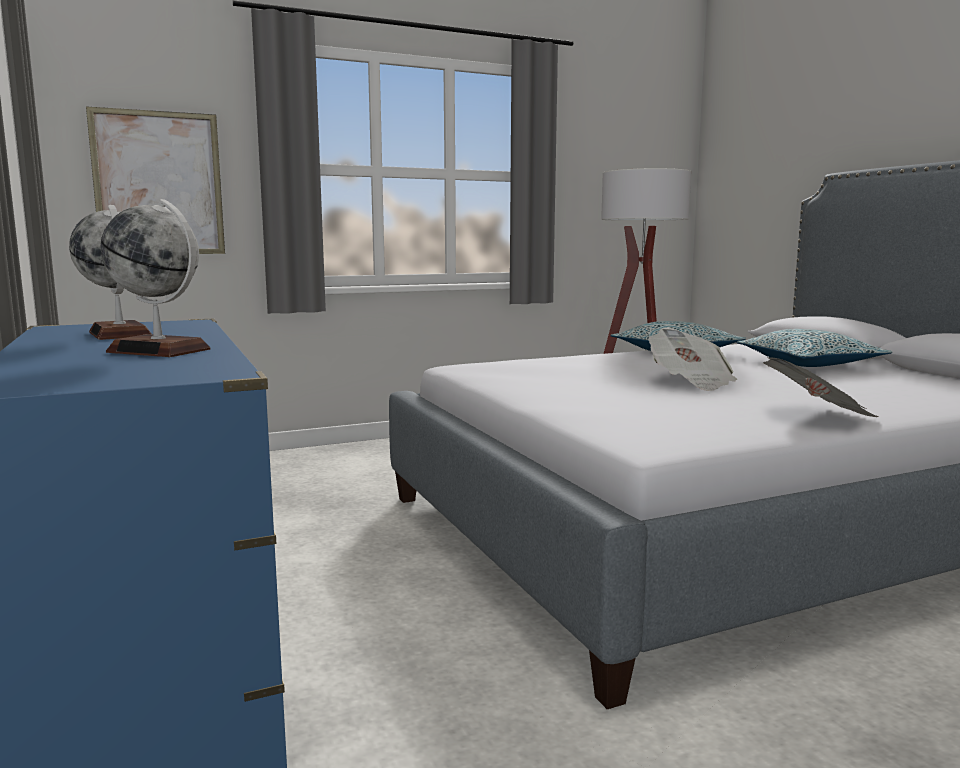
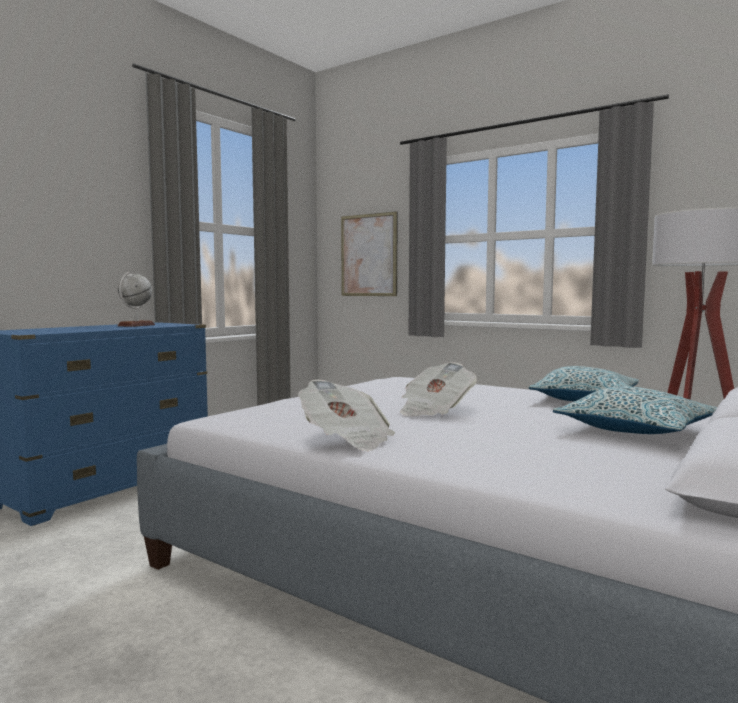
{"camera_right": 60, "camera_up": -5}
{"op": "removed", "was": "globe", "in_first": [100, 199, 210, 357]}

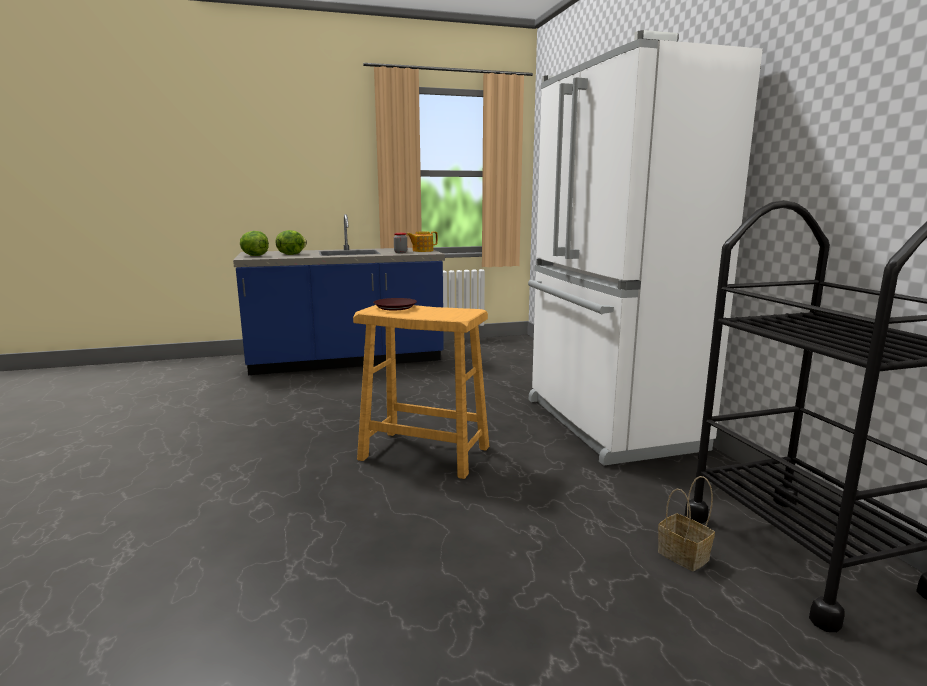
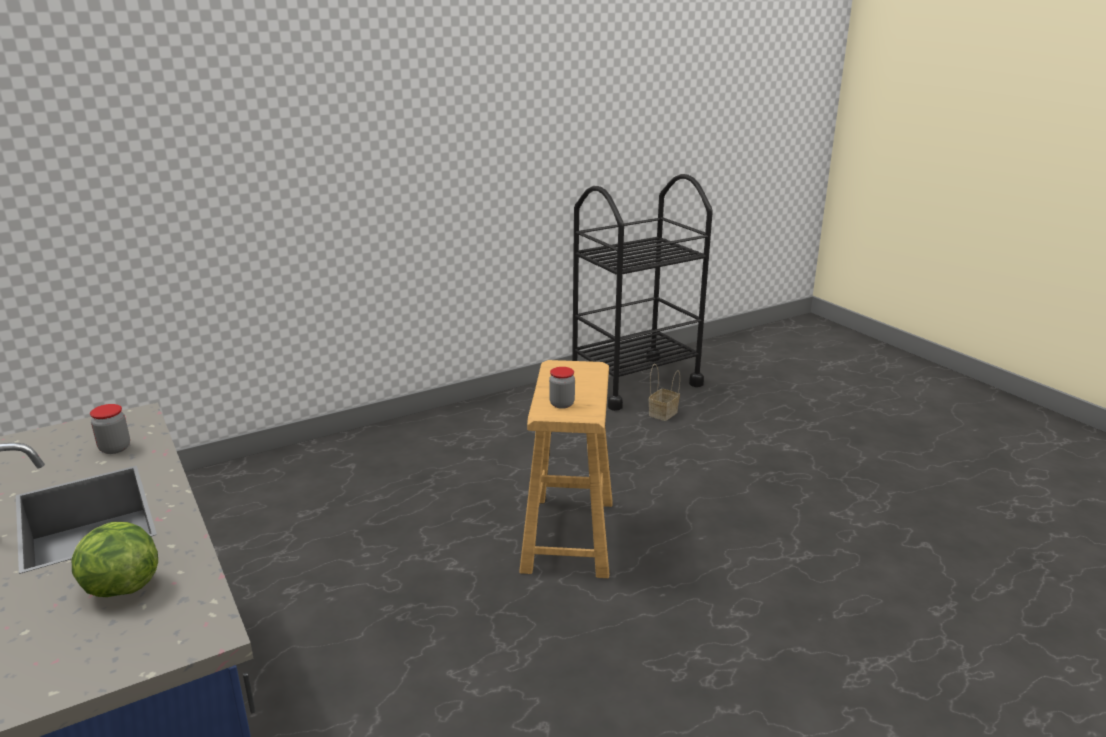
{"camera_right": -105, "camera_up": 10}
{"op": "removed", "was": "lettuce", "in_first": [240, 231, 269, 256]}
{"op": "removed", "was": "teapot", "in_first": [407, 231, 438, 252]}
{"op": "removed", "was": "fridge (white)", "in_first": [528, 30, 763, 466]}
{"op": "replaced", "was": "plate (brown)", "now": "jar", "in_first": [373, 298, 417, 310], "in_second": [549, 367, 575, 409]}

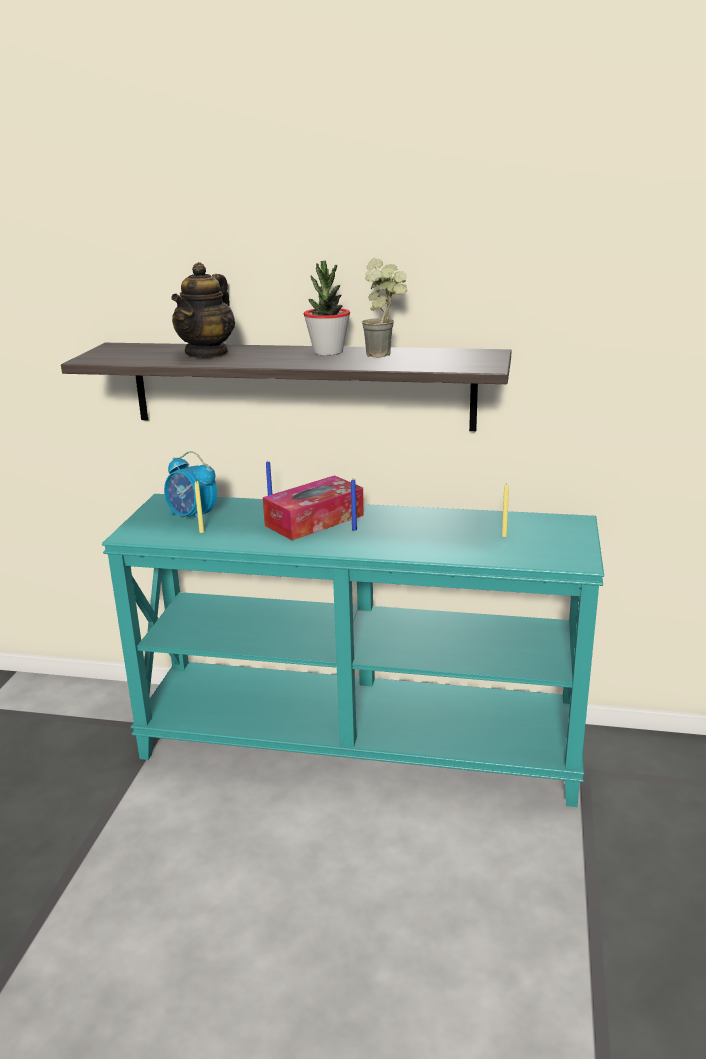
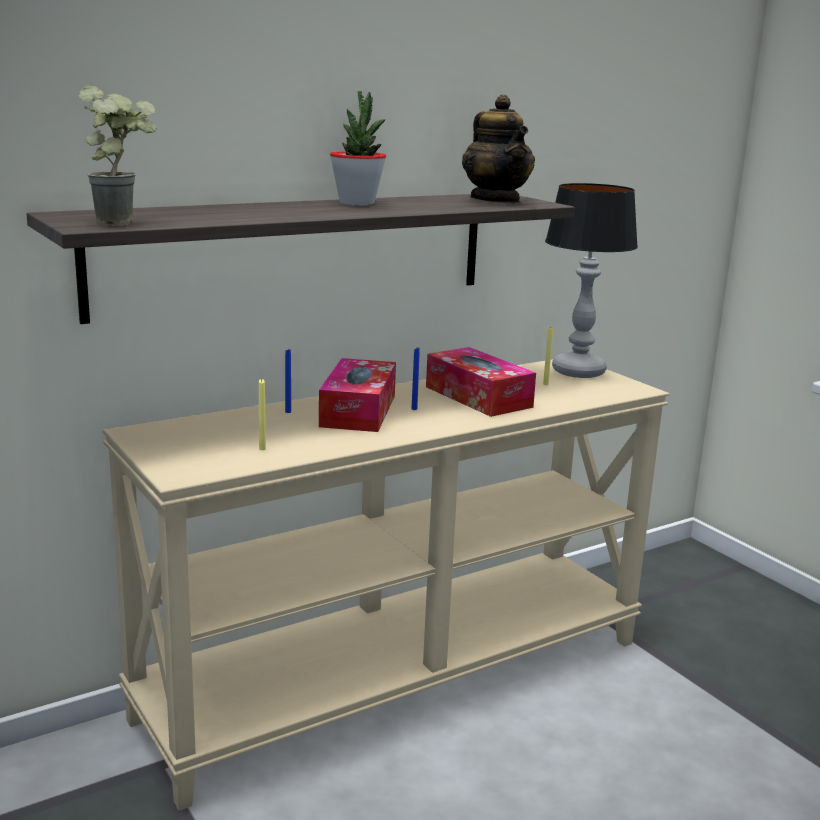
{"camera_right": -45, "camera_up": -5}
{"op": "removed", "was": "alarm clock", "in_first": [164, 451, 217, 520]}
{"op": "added", "now": "tissue box", "in_second": [426, 347, 536, 417]}
{"op": "added", "now": "table lamp", "in_second": [545, 183, 638, 378]}
{"op": "moved", "was": "teapot", "in_first": [171, 262, 235, 358], "in_second": [462, 95, 535, 203]}
{"op": "moved", "was": "potted plant", "in_first": [362, 258, 407, 358], "in_second": [79, 85, 157, 226]}
{"op": "recoloured", "was": "console table (turquoise)", "now": "console table (beige)", "in_first": [102, 494, 604, 807], "in_second": [102, 359, 669, 811]}

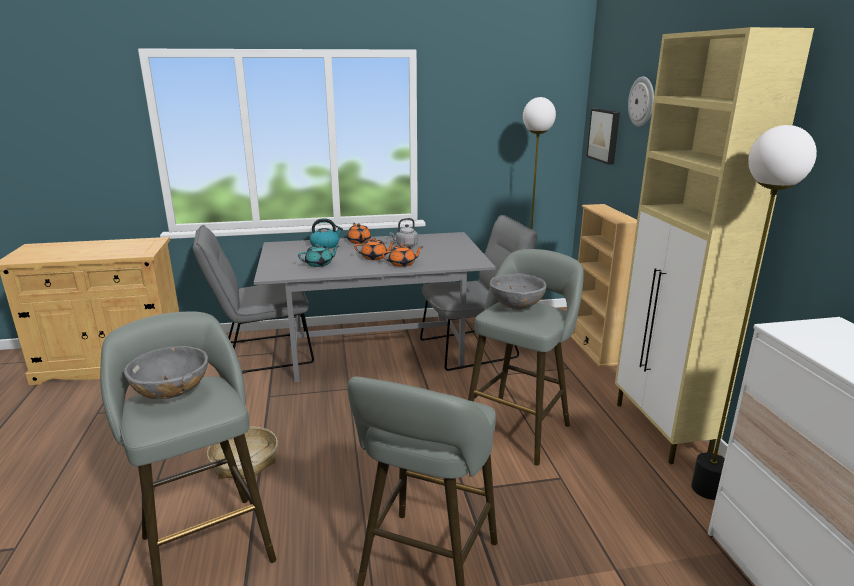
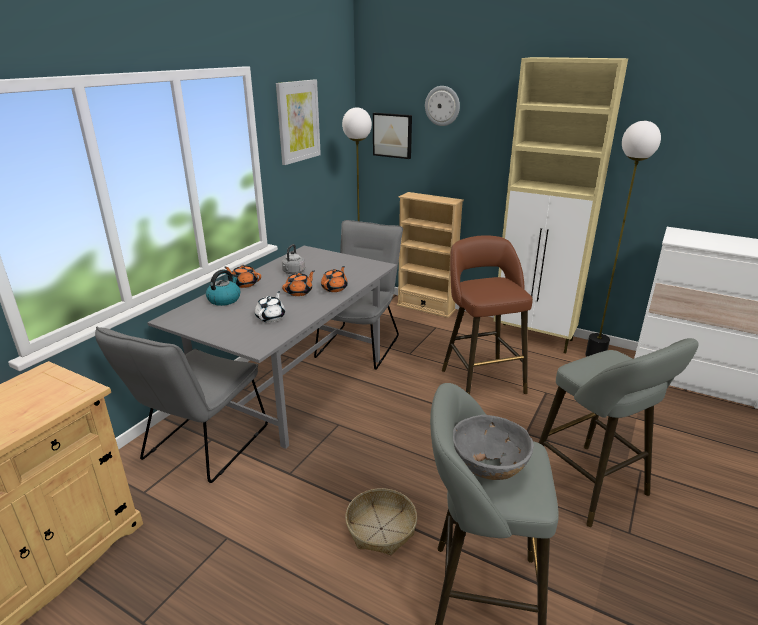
{"camera_right": -50, "camera_up": 5}
{"op": "removed", "was": "bowl (grey)", "in_first": [490, 273, 546, 310]}
{"op": "added", "now": "picture", "in_second": [276, 80, 321, 165]}
{"op": "recoloured", "was": "teapot (turquoise)", "now": "teapot (white)", "in_first": [298, 244, 339, 267], "in_second": [255, 291, 285, 322]}
{"op": "recoloured", "was": "stool (grey)", "now": "stool (brown)", "in_first": [468, 249, 584, 465], "in_second": [442, 235, 533, 395]}

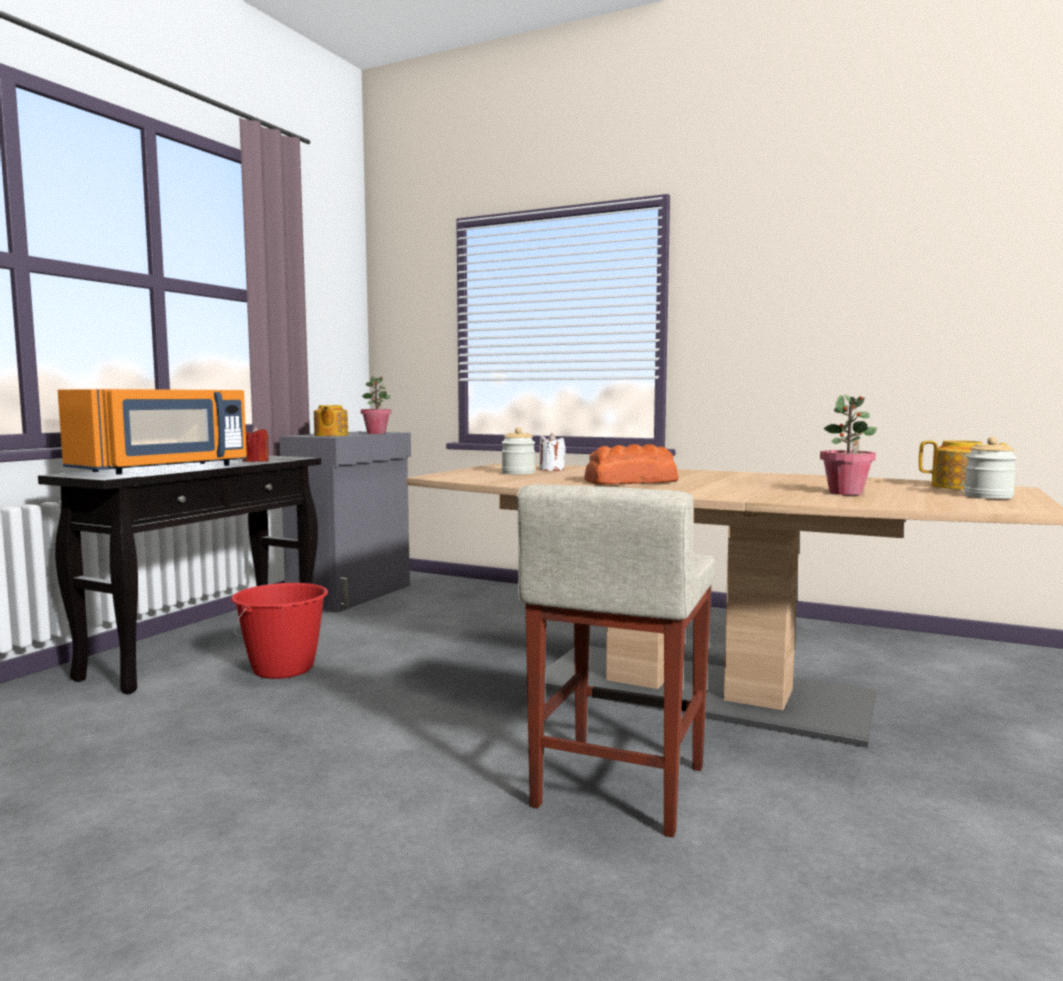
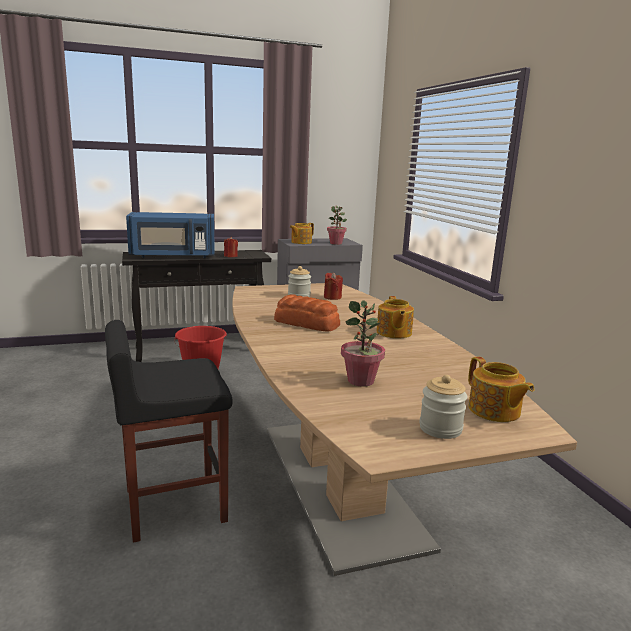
{"camera_right": 45, "camera_up": 10}
{"op": "added", "now": "teapot", "in_second": [377, 296, 414, 338]}
{"op": "recoloured", "was": "microwave (orange)", "now": "microwave (blue)", "in_first": [58, 389, 247, 475], "in_second": [126, 212, 215, 258]}
{"op": "recoloured", "was": "stool (beige)", "now": "stool (black)", "in_first": [517, 484, 716, 838], "in_second": [105, 320, 233, 543]}
{"op": "recoloured", "was": "candle (white)", "now": "candle (red)", "in_first": [539, 433, 566, 471], "in_second": [324, 272, 343, 300]}

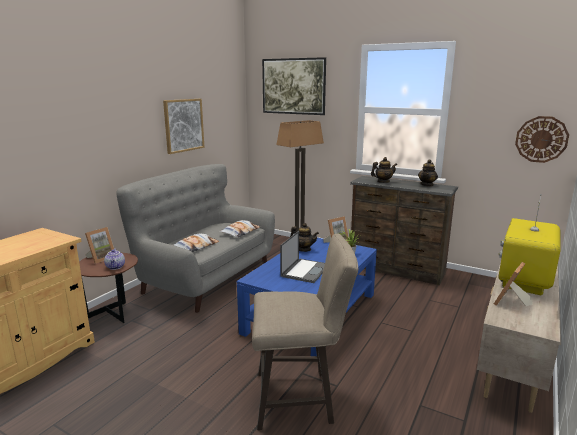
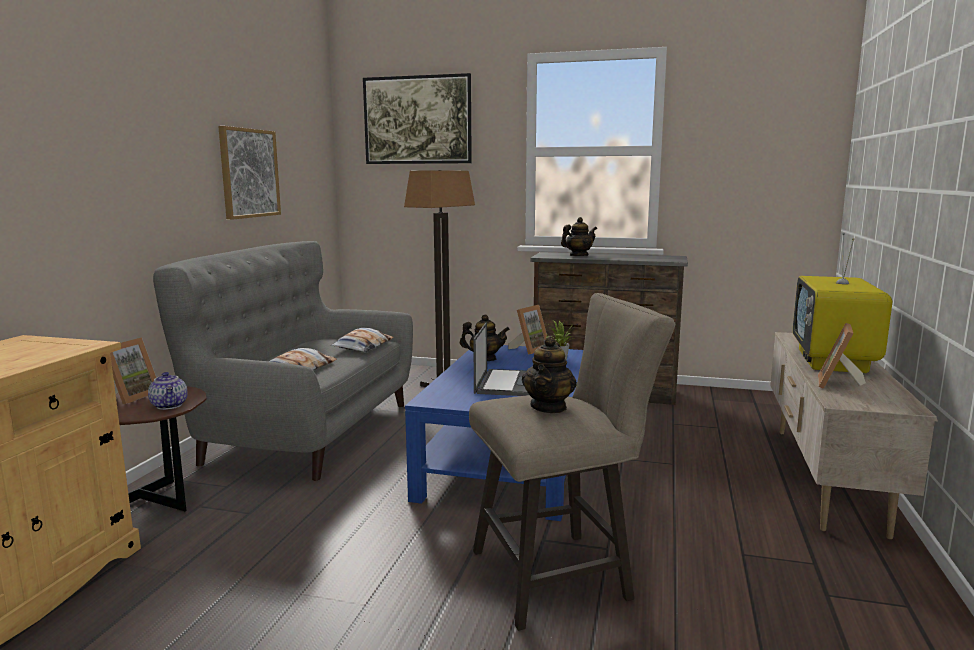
{"camera_right": -15, "camera_up": -5}
{"op": "removed", "was": "wall clock", "in_first": [515, 116, 569, 163]}
{"op": "moved", "was": "teapot", "in_first": [418, 159, 438, 187], "in_second": [522, 336, 577, 413]}

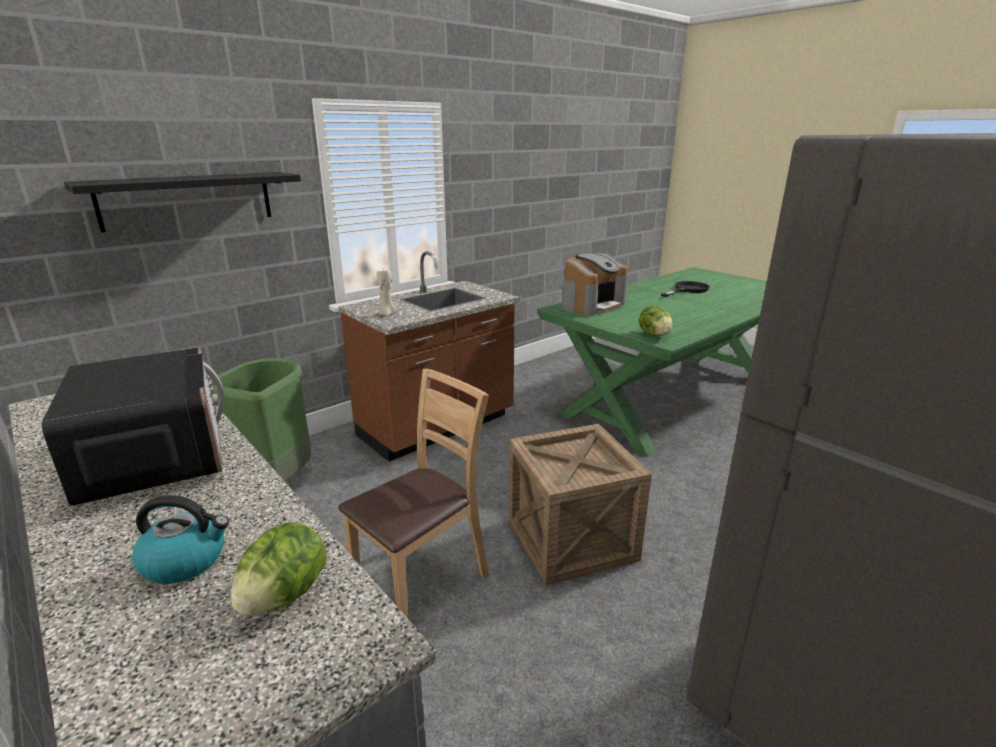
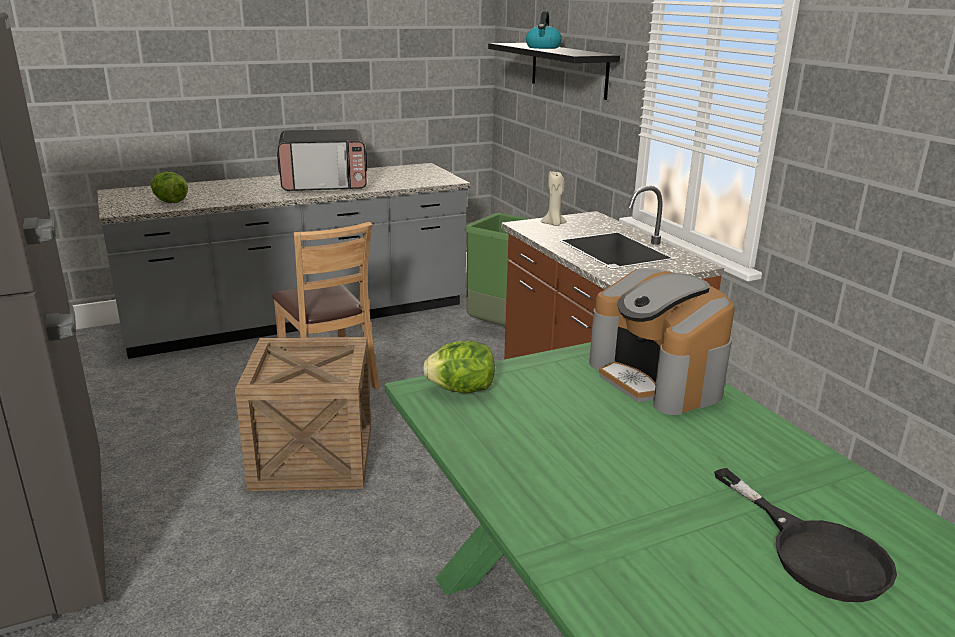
{"camera_right": 105, "camera_up": 0}
{"op": "moved", "was": "kettle", "in_first": [132, 495, 229, 584], "in_second": [526, 11, 562, 49]}

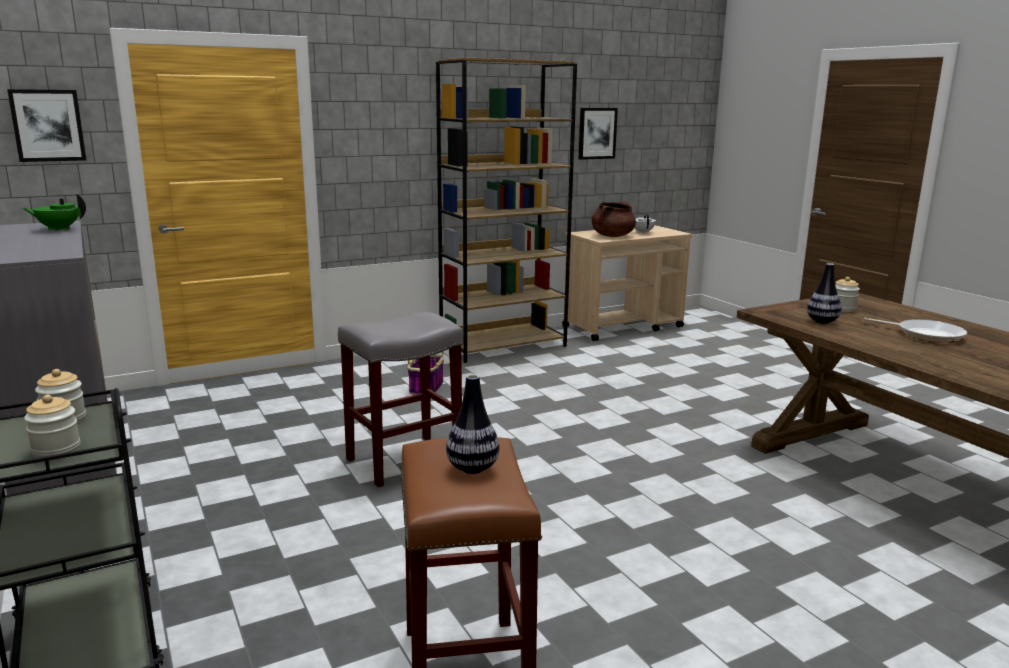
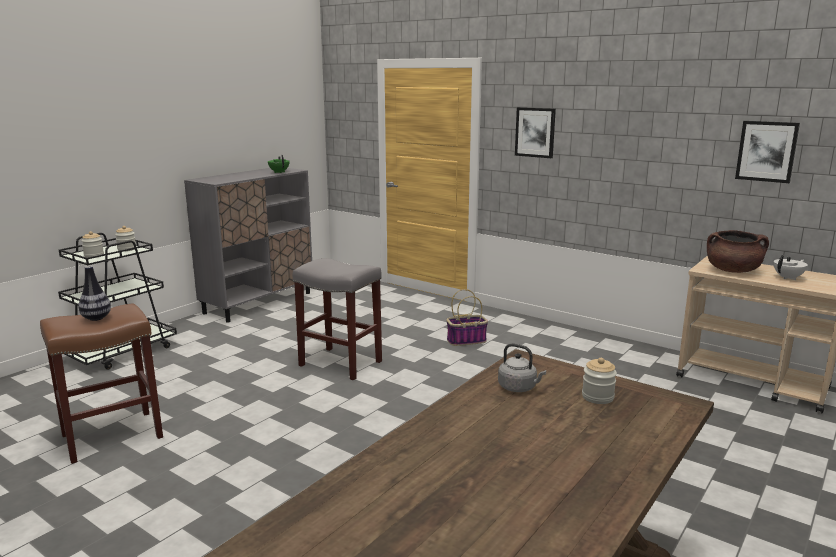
{"camera_right": 65, "camera_up": 0}
{"op": "removed", "was": "bookcase (brown)", "in_first": [436, 58, 577, 363]}
{"op": "removed", "was": "frying pan", "in_first": [864, 318, 967, 343]}
{"op": "moved", "was": "picture", "in_first": [7, 89, 86, 162], "in_second": [515, 107, 556, 158]}
{"op": "replaced", "was": "vase", "now": "kettle (grey)", "in_first": [807, 263, 841, 324], "in_second": [498, 343, 546, 392]}

